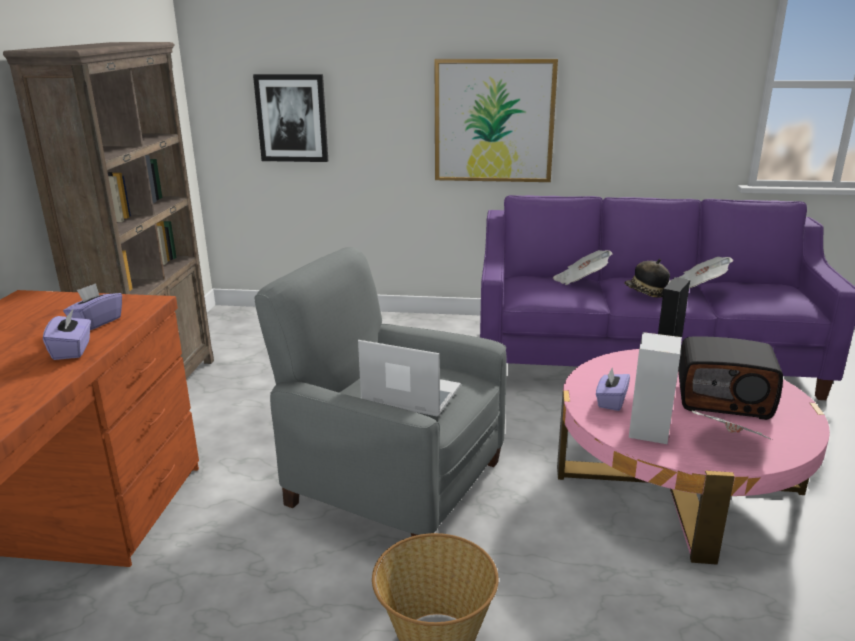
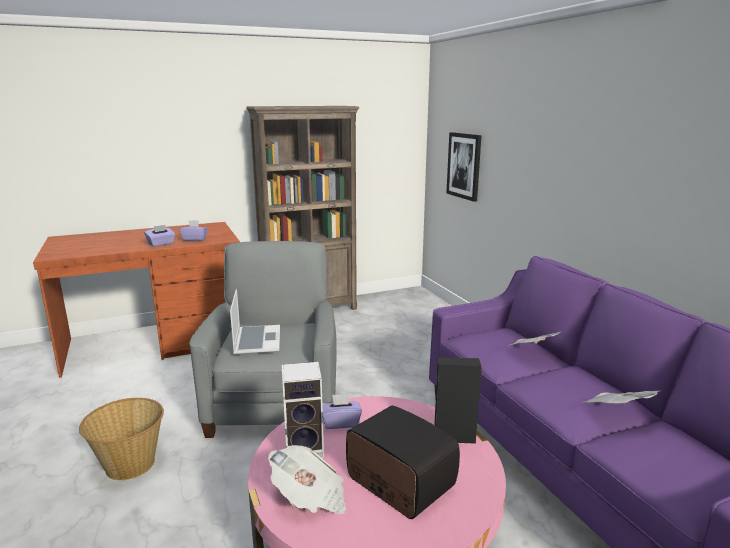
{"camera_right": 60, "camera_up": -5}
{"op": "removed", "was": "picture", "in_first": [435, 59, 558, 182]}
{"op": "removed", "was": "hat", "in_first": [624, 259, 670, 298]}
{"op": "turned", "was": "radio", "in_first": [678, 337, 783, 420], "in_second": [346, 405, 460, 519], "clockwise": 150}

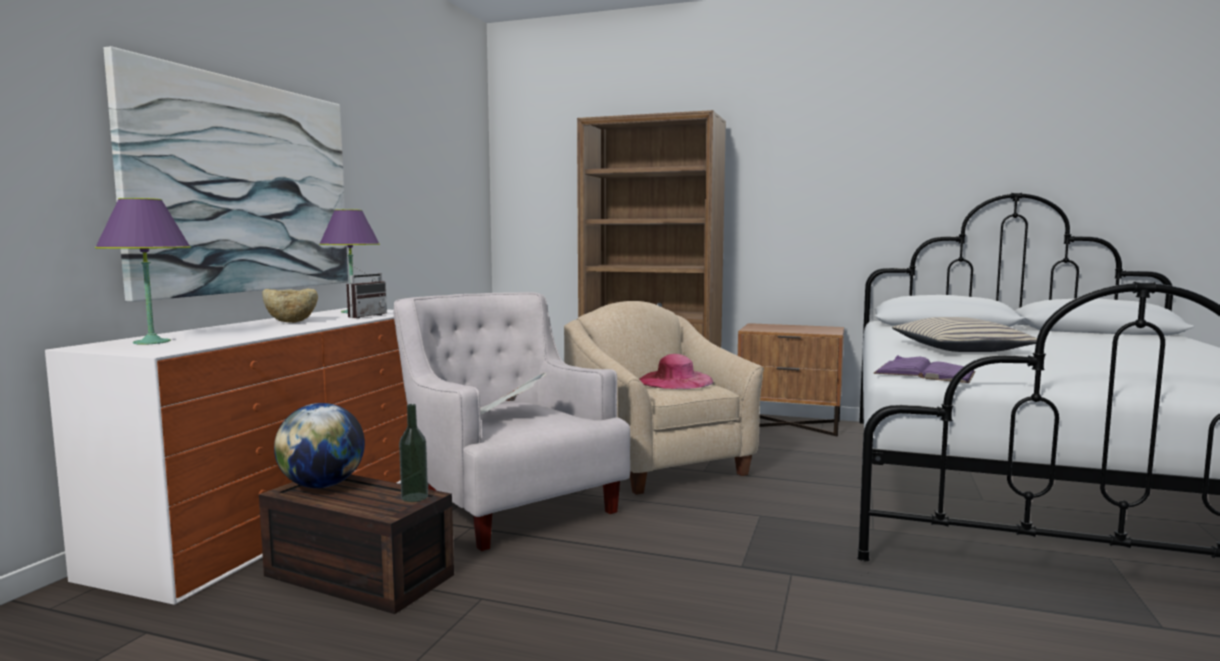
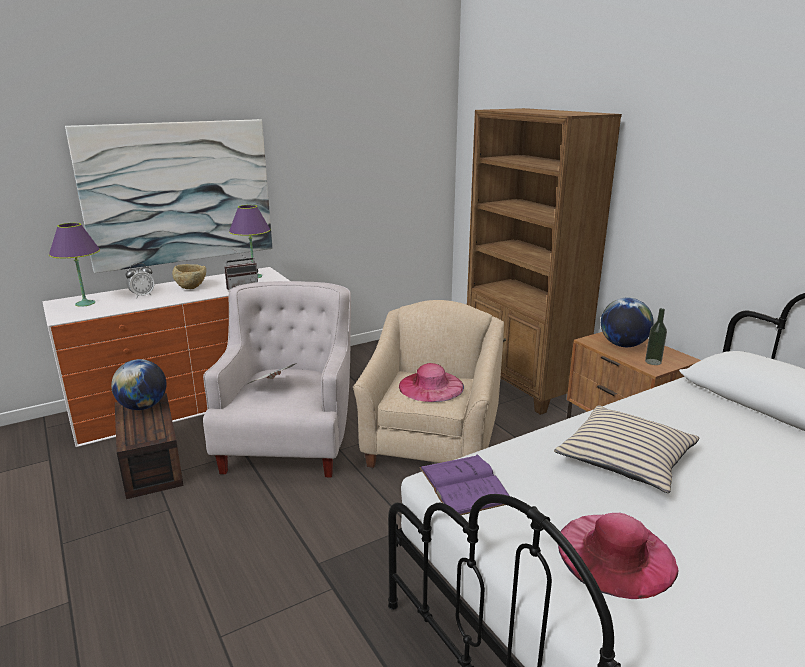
{"camera_right": 40, "camera_up": 15}
{"op": "added", "now": "alarm clock", "in_second": [126, 263, 154, 298]}
{"op": "added", "now": "hat (pink)", "in_second": [558, 513, 678, 599]}
{"op": "added", "now": "globe", "in_second": [601, 298, 654, 347]}
{"op": "moved", "was": "bottle", "in_first": [399, 404, 428, 502], "in_second": [645, 308, 667, 365]}

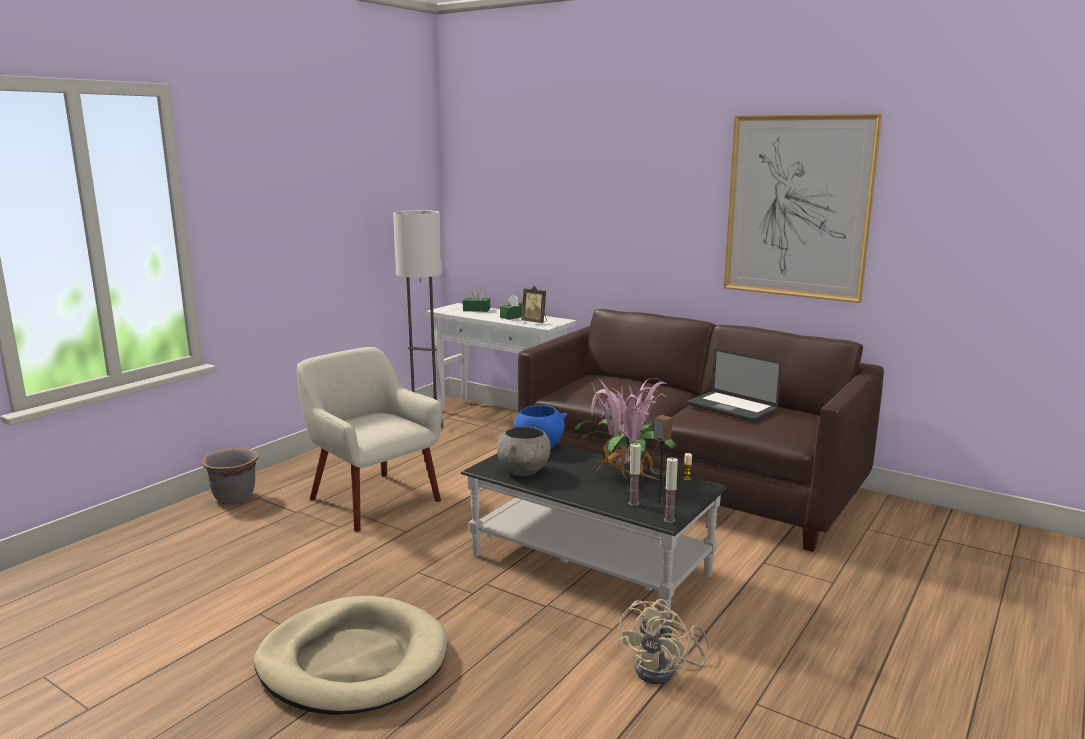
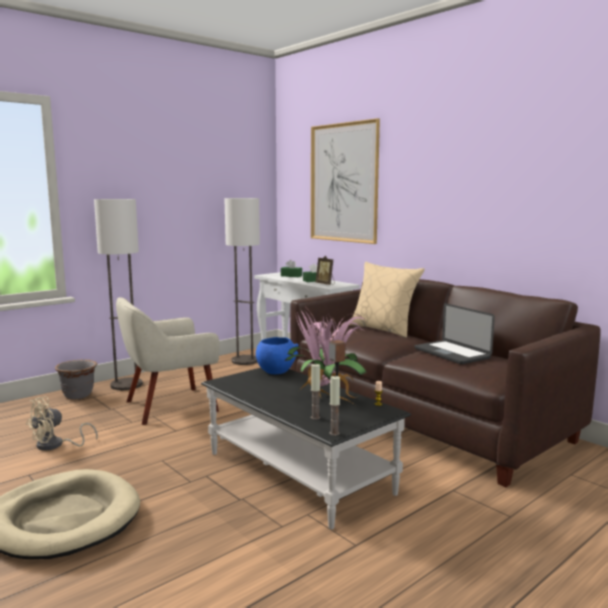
{"camera_right": 15, "camera_up": -5}
{"op": "removed", "was": "bowl (grey)", "in_first": [497, 426, 551, 476]}
{"op": "added", "now": "floor lamp", "in_second": [94, 199, 143, 390]}
{"op": "added", "now": "pillow (beige)", "in_second": [349, 262, 425, 338]}
{"op": "moved", "was": "fan (beige)", "in_first": [617, 599, 709, 684], "in_second": [26, 397, 98, 451]}
{"op": "moved", "was": "picture", "in_first": [724, 114, 882, 303], "in_second": [311, 118, 380, 244]}
{"op": "turned", "was": "armchair (beige)", "in_first": [297, 347, 442, 532], "in_second": [116, 297, 220, 425], "clockwise": -90}

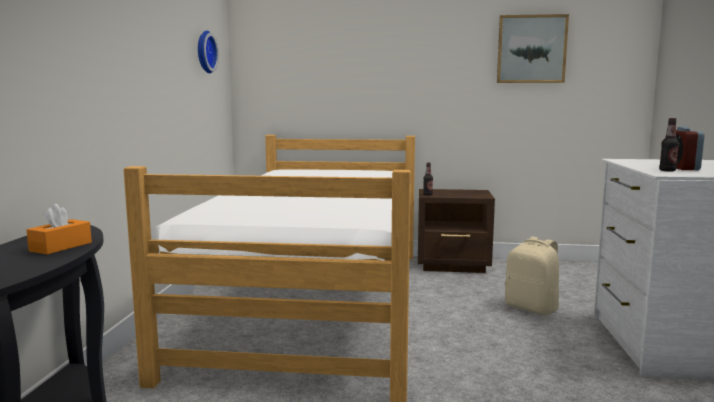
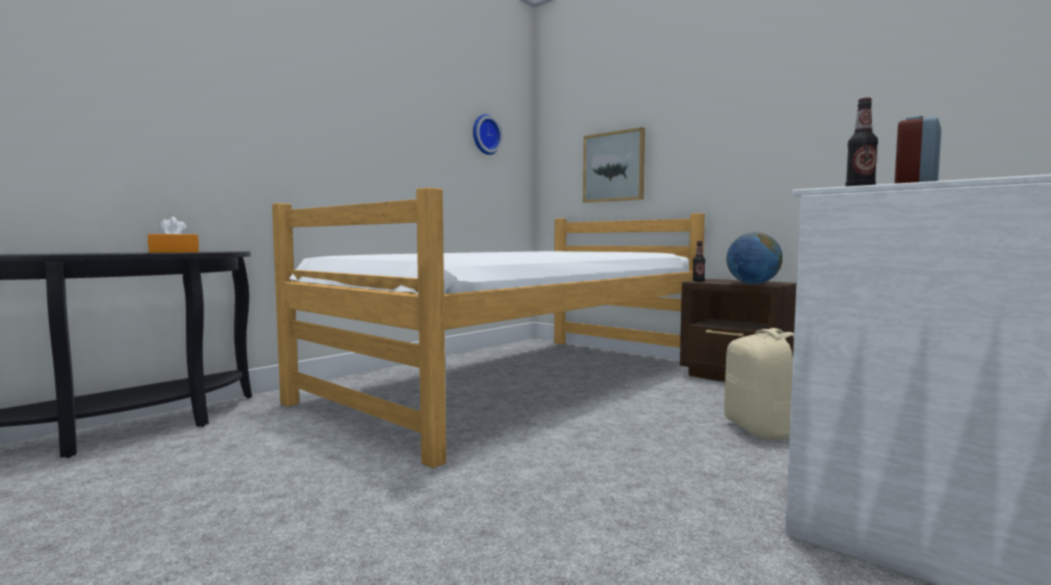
{"camera_right": 35, "camera_up": -5}
{"op": "added", "now": "globe", "in_second": [726, 232, 783, 284]}
{"op": "moved", "was": "picture", "in_first": [497, 14, 569, 83], "in_second": [583, 127, 645, 203]}

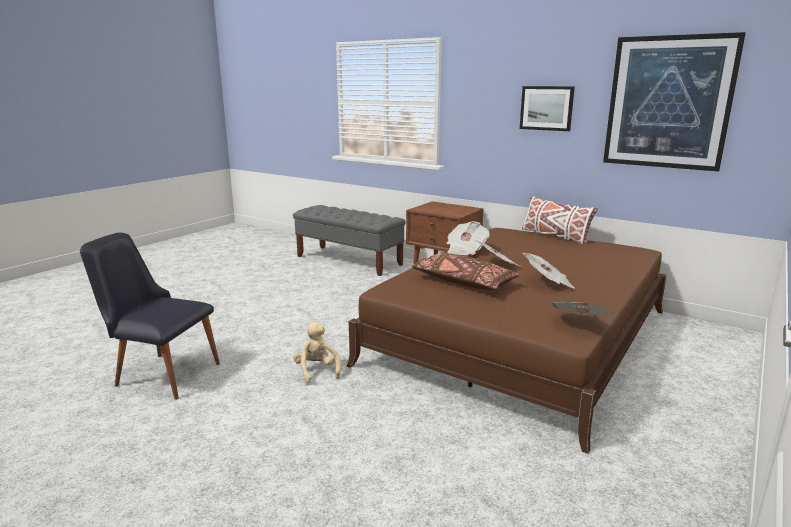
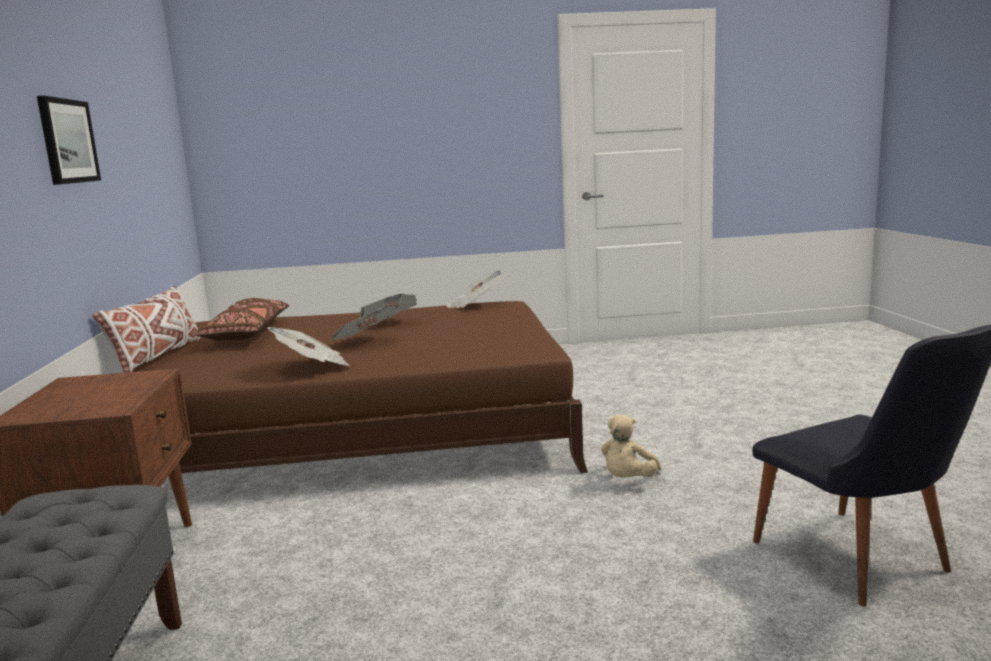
{"camera_right": -130, "camera_up": -5}
{"op": "removed", "was": "picture", "in_first": [603, 32, 746, 171]}
{"op": "moved", "was": "pillow (brown)", "in_first": [412, 253, 520, 290], "in_second": [196, 298, 289, 340]}

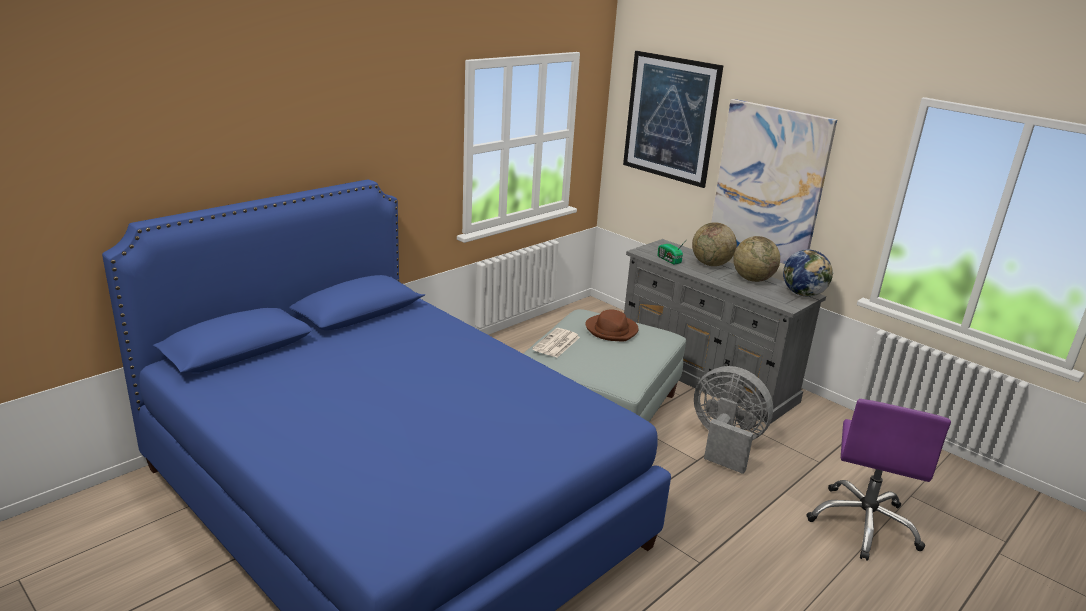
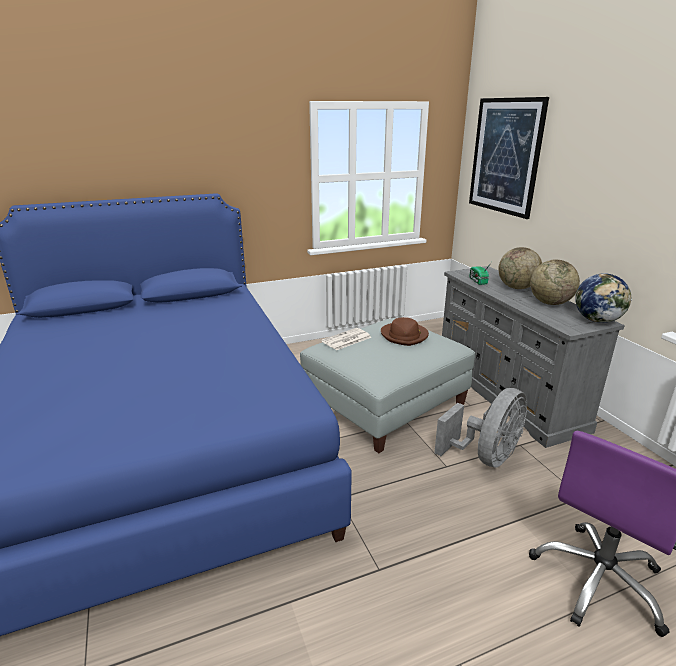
{"camera_right": 25, "camera_up": 0}
{"op": "removed", "was": "picture", "in_first": [711, 99, 837, 264]}
{"op": "turned", "was": "fan (grey)", "in_first": [694, 366, 773, 474], "in_second": [434, 388, 527, 468], "clockwise": 75}

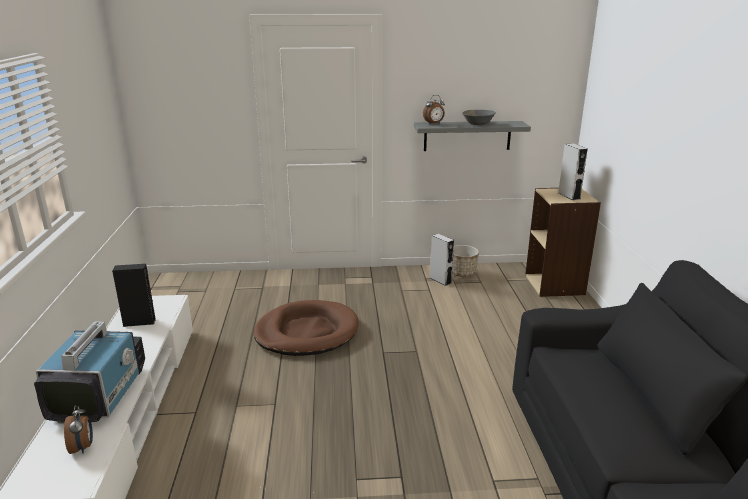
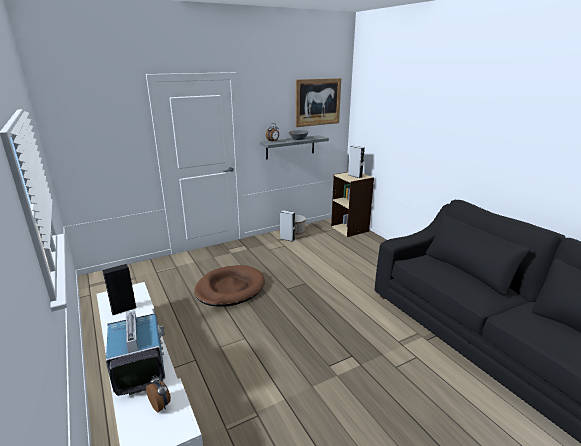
{"camera_right": -25, "camera_up": 0}
{"op": "added", "now": "picture", "in_second": [295, 78, 341, 127]}

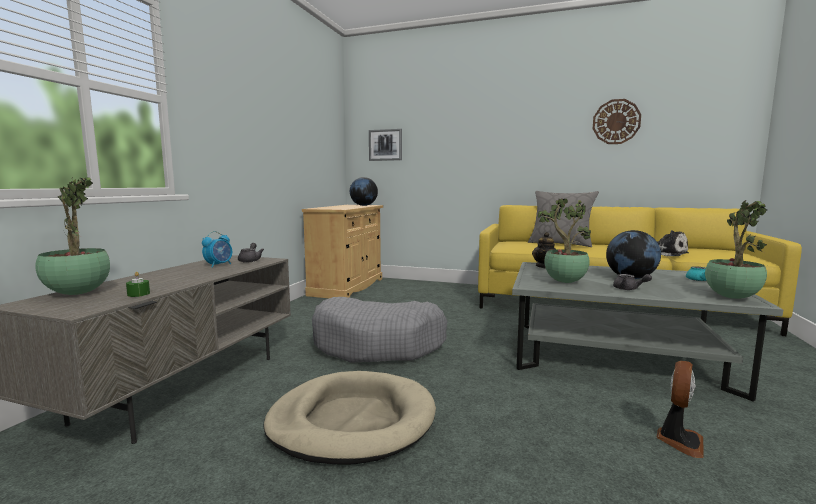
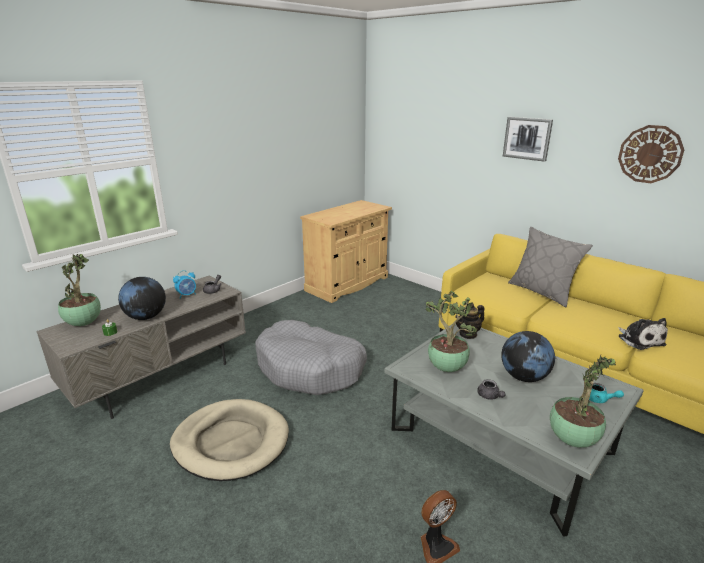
{"camera_right": 25, "camera_up": 15}
{"op": "moved", "was": "globe", "in_first": [350, 177, 378, 206], "in_second": [118, 277, 166, 320]}
{"op": "moved", "was": "picture", "in_first": [369, 129, 402, 161], "in_second": [503, 117, 553, 162]}

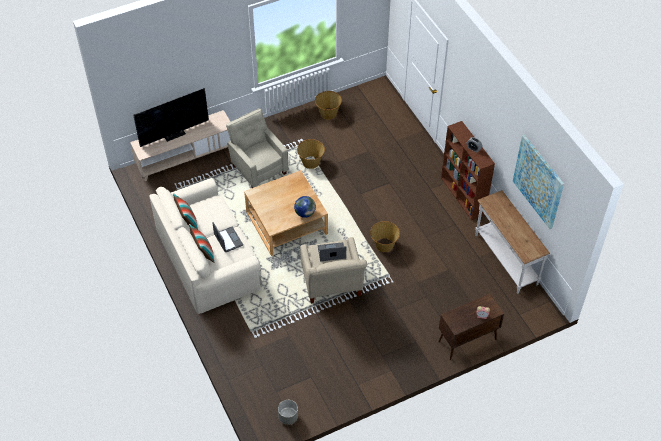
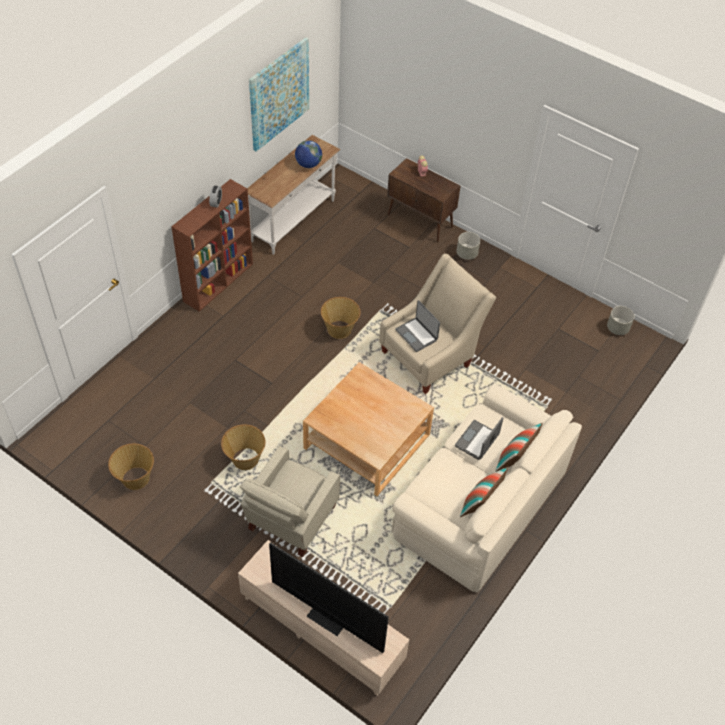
{"camera_right": -120, "camera_up": 0}
{"op": "added", "now": "planter (grey)", "in_second": [457, 232, 480, 260]}
{"op": "moved", "was": "globe", "in_first": [294, 196, 316, 218], "in_second": [295, 140, 322, 168]}

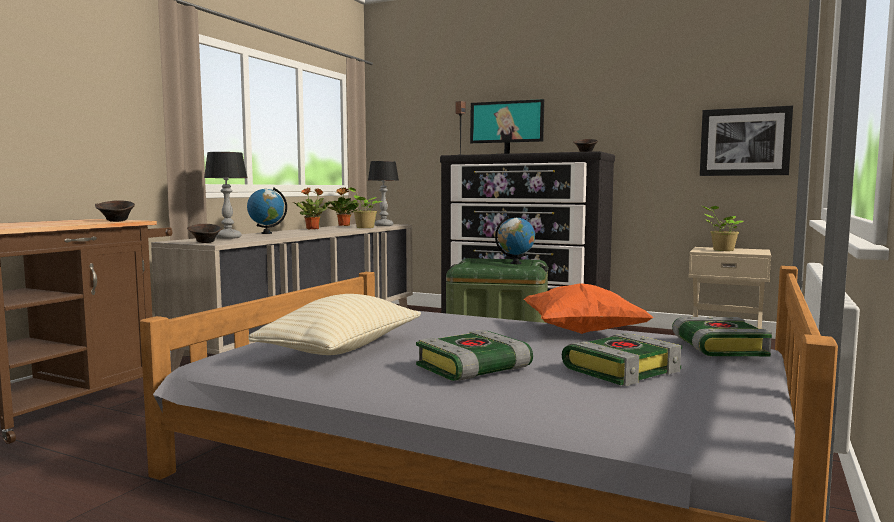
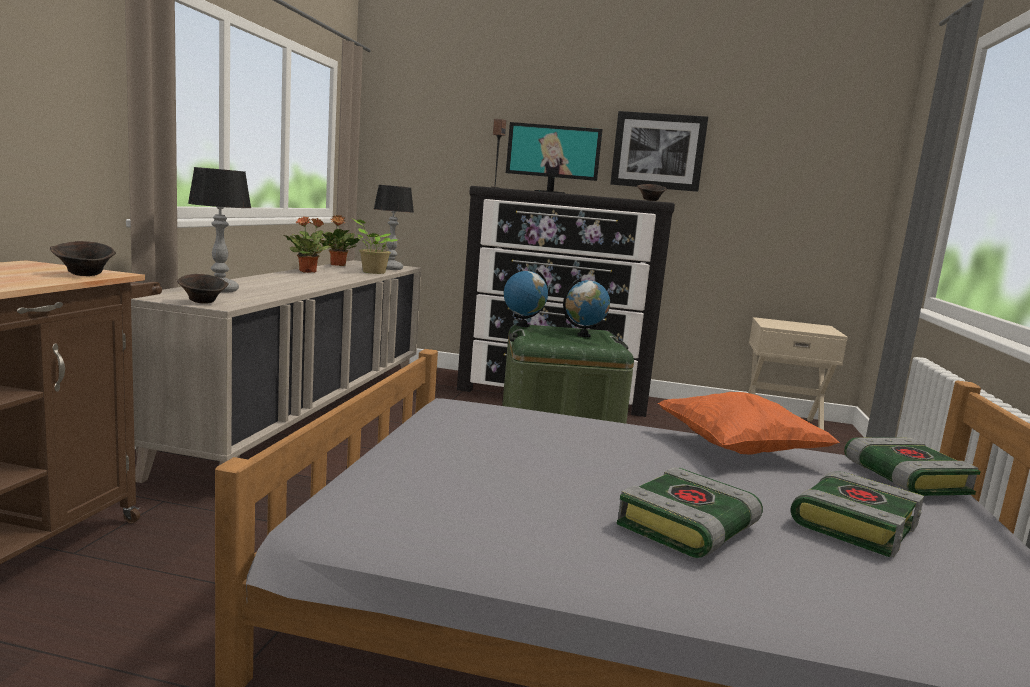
{"camera_right": -15, "camera_up": 5}
{"op": "removed", "was": "pillow (beige)", "in_first": [249, 294, 421, 355]}
{"op": "removed", "was": "potted plant", "in_first": [703, 206, 744, 251]}
{"op": "moved", "was": "globe", "in_first": [247, 188, 287, 234], "in_second": [504, 270, 548, 327]}
{"op": "moved", "was": "picture", "in_first": [700, 106, 793, 176], "in_second": [610, 111, 708, 192]}

